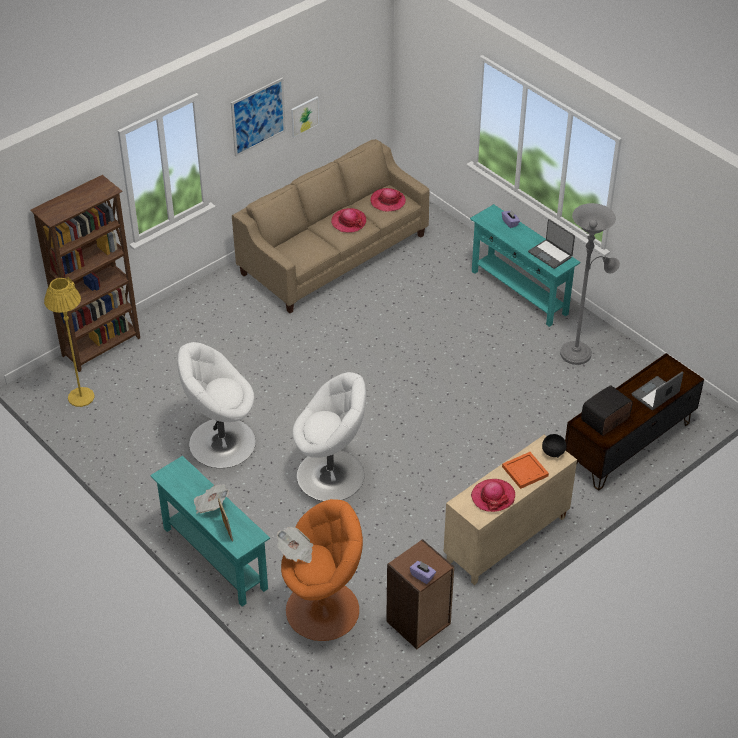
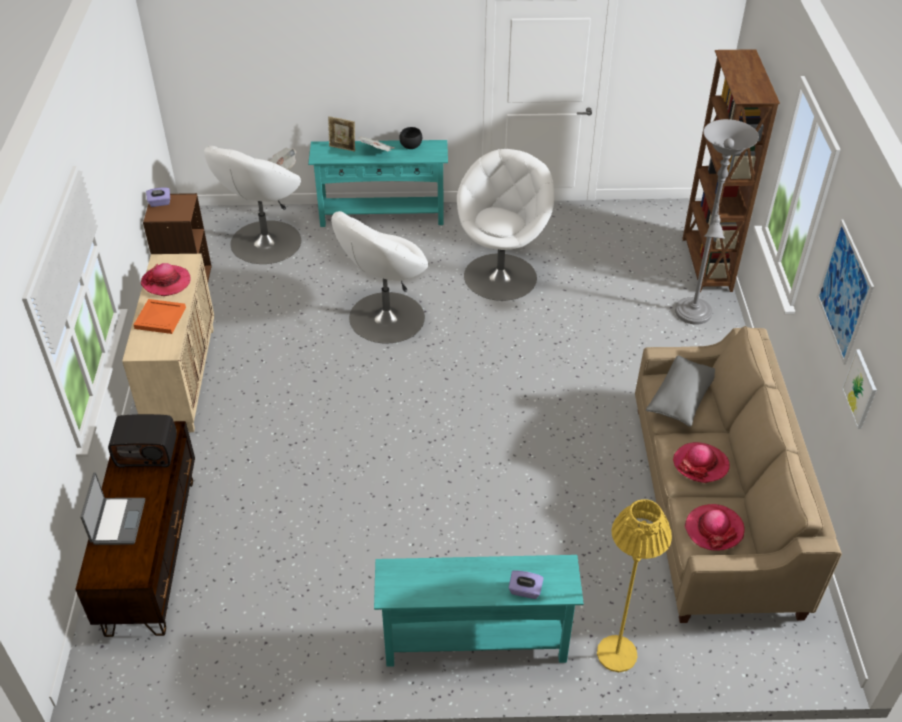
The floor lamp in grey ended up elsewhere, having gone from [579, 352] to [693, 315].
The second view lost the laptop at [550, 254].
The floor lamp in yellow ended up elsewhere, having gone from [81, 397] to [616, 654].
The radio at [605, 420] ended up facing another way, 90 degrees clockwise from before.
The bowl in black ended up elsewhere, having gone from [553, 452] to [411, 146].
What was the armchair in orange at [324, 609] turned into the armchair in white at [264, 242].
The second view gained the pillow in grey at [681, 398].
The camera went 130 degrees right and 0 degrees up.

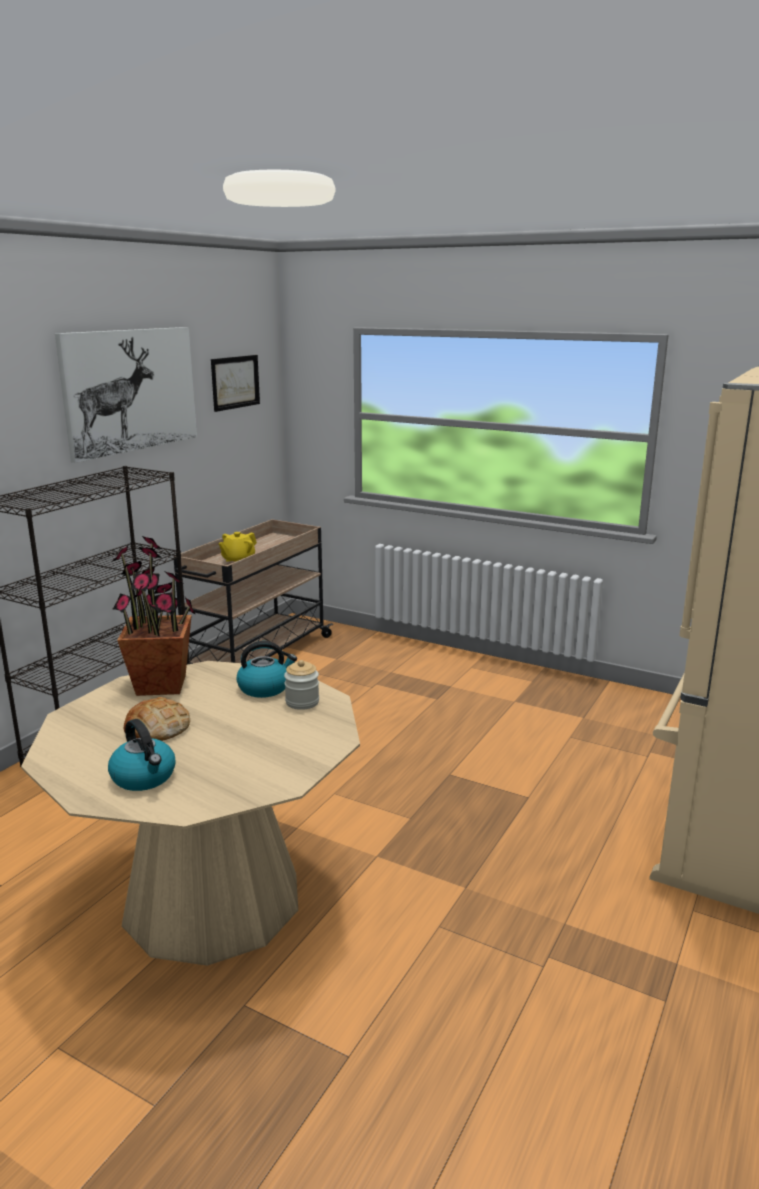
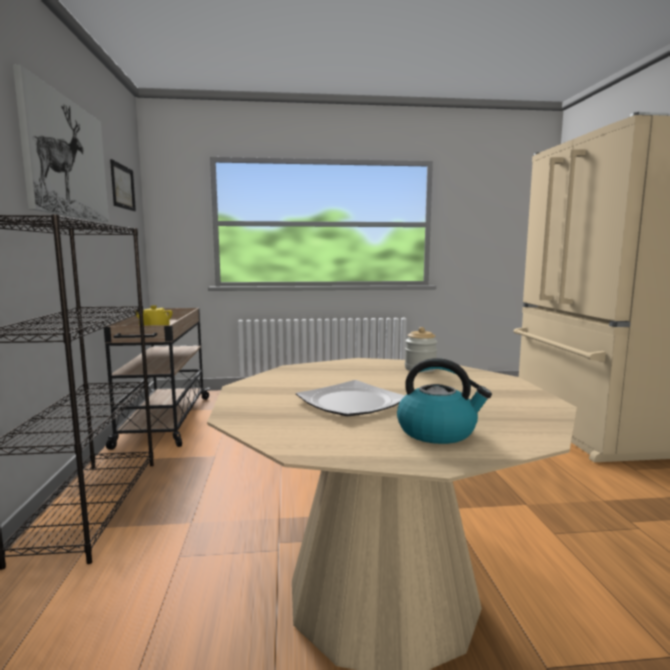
The second view lost the potted plant at [161, 685].
The second view lost the kettle at [265, 688].
Where the bread stood at [157, 727], the plate came to stand at [351, 403].
The camera went 35 degrees left and 10 degrees down.

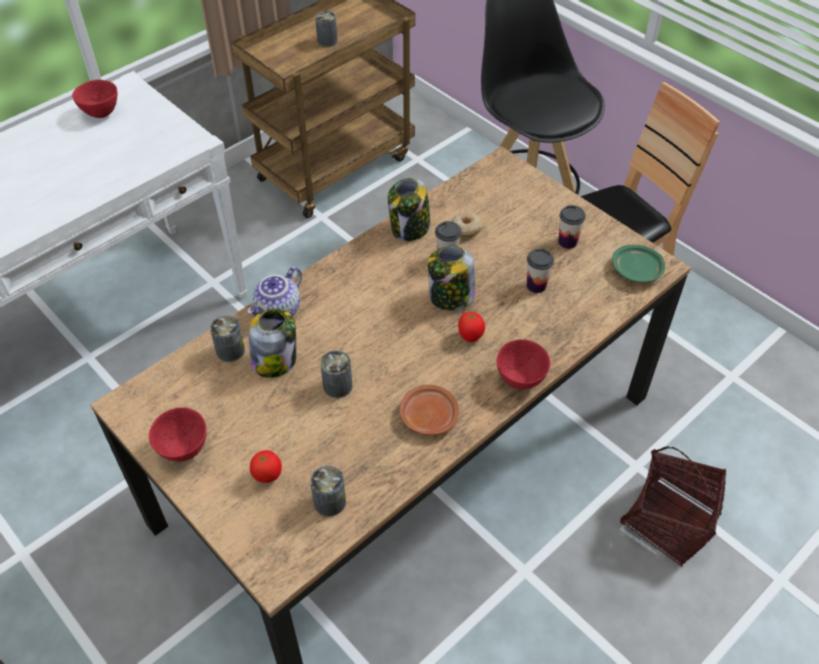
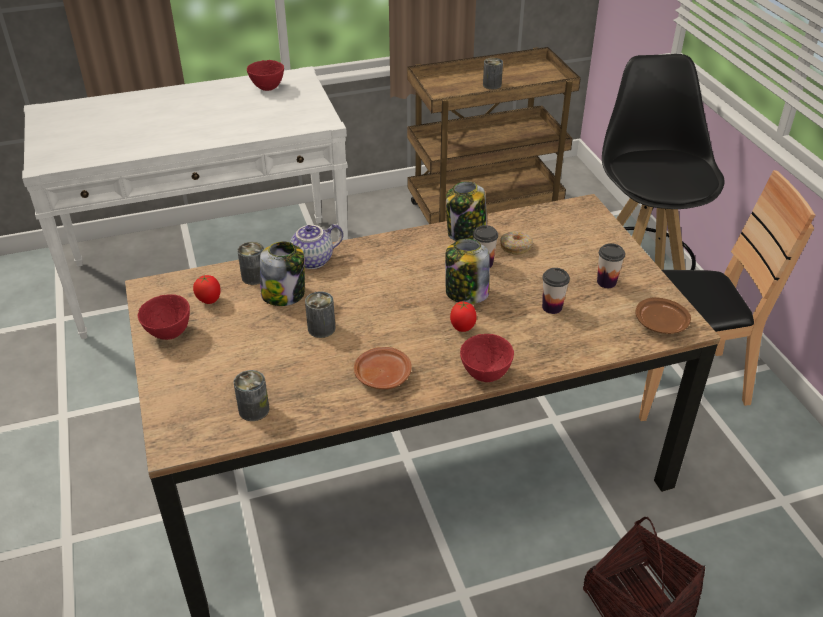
What was the plate in green at [637, 270] turned into the plate in brown at [661, 324].
The tomato ended up elsewhere, having gone from [268, 476] to [209, 301].
The camera went 25 degrees right and 10 degrees down.

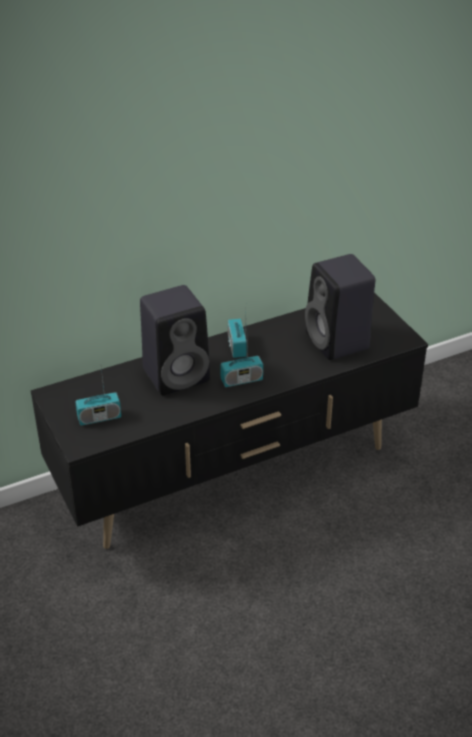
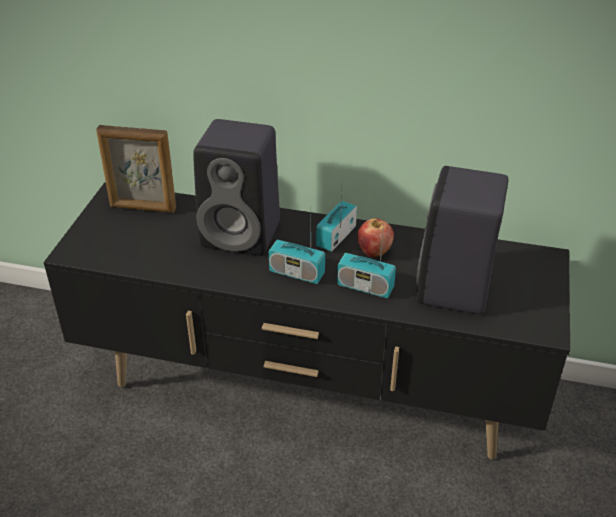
The radio ended up elsewhere, having gone from [99, 417] to [365, 287].
The second view gained the picture frame at [143, 208].
The second view gained the apple at [374, 252].
The camera went 40 degrees right and 0 degrees up.

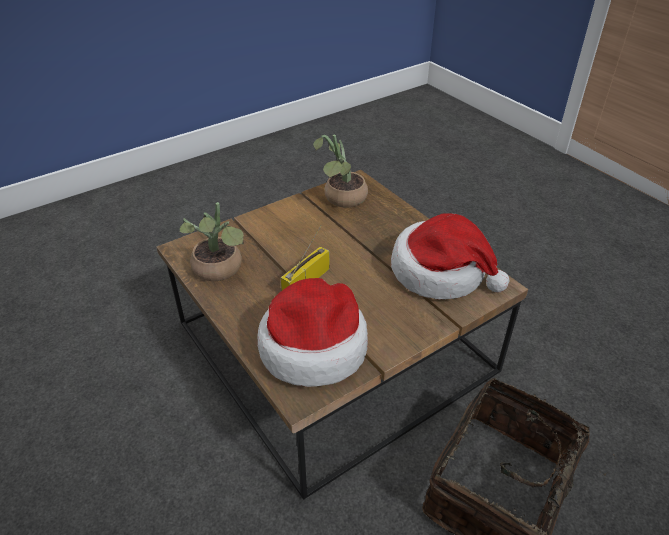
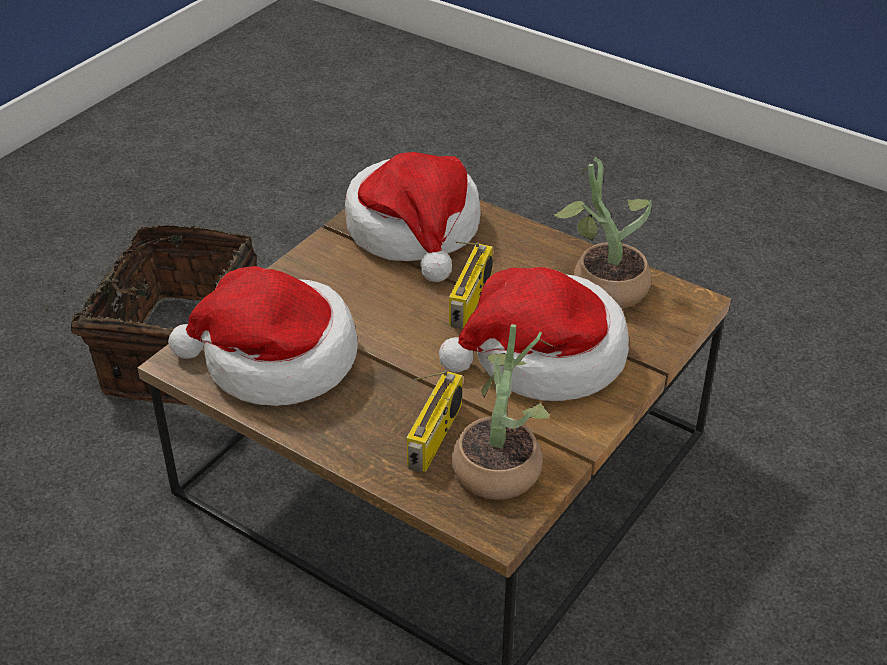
The second view gained the hat at [543, 357].
The second view gained the radio at [435, 437].
The camera went 160 degrees right and 0 degrees up.

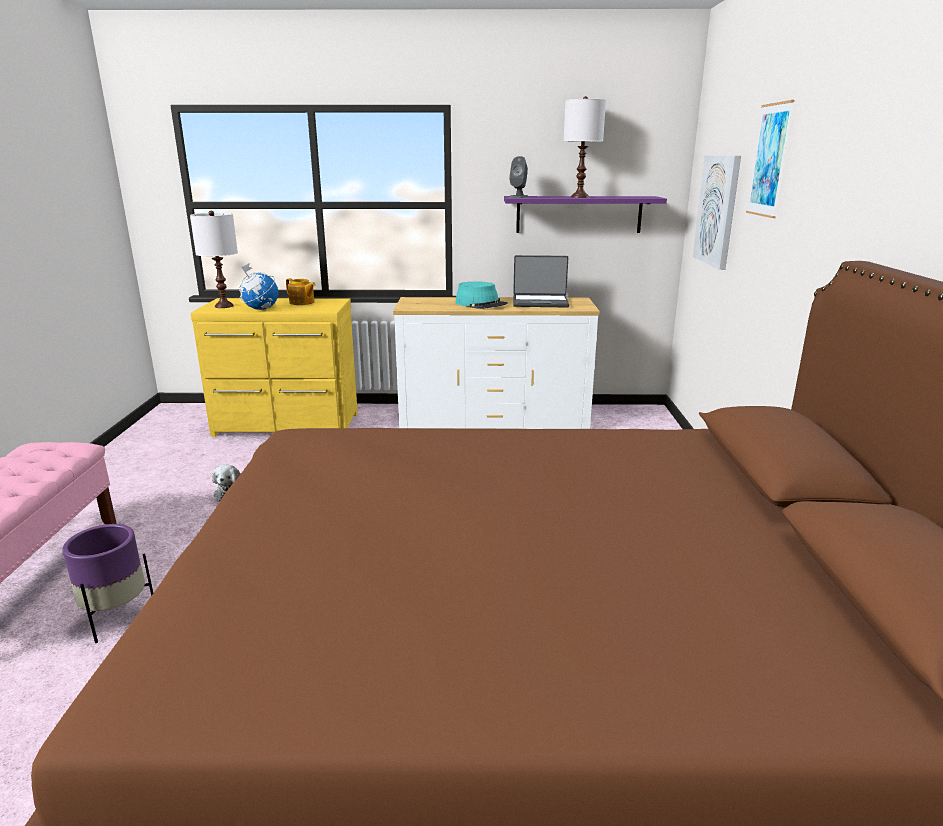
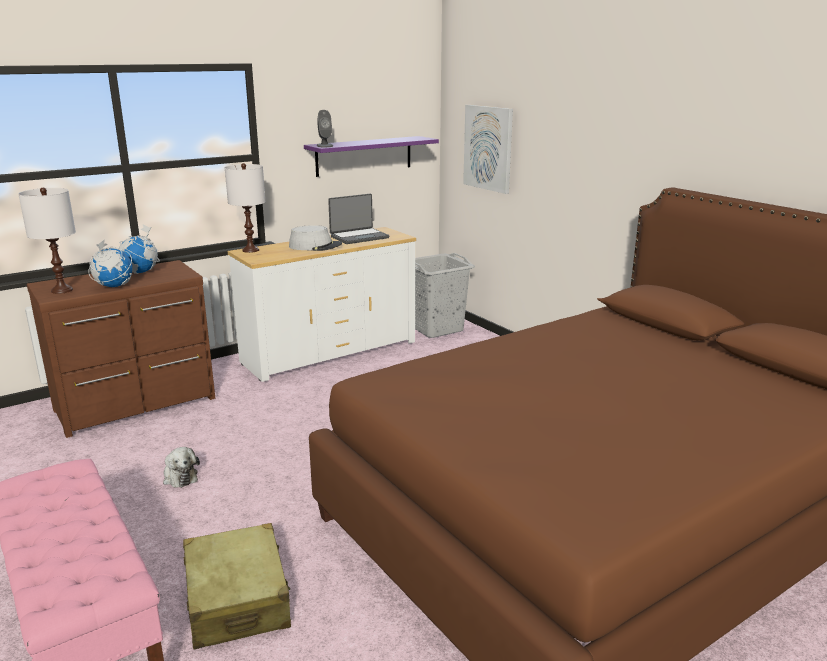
The table lamp in white ended up elsewhere, having gone from [579, 197] to [250, 250].
The second view lost the picture at [769, 160].
Where the teapot stood at [302, 302], the globe came to stand at [141, 272].
What was the hat in turquoise at [481, 304] turned into the hat in grey at [315, 246].
What was the dresser in yellow at [287, 425] turned into the dresser in brown at [137, 405].
Where the planter in purple stood at [117, 618], the suitcase in beige came to stand at [237, 600].
The second view gained the laundry basket in grey at [437, 329].
The camera went 35 degrees left and 0 degrees up.

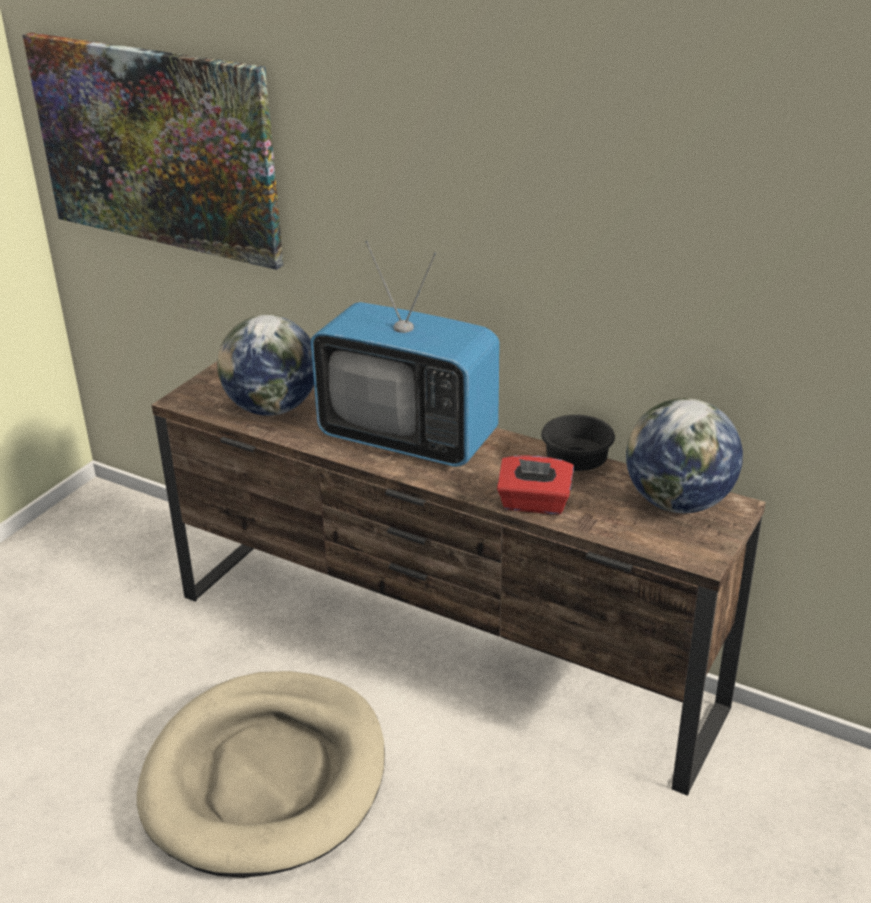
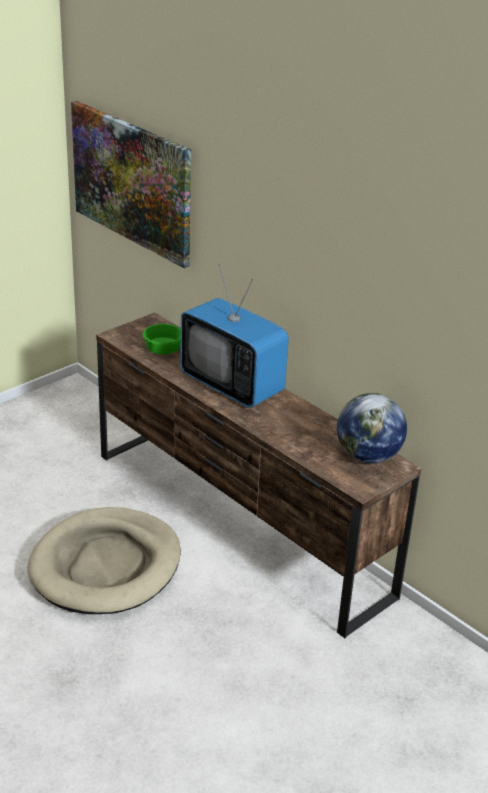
Where the globe stood at [272, 409], the bowl in green came to stand at [163, 351].
The second view lost the bowl in black at [576, 464].
The second view lost the tissue box in red at [534, 503].
The camera went 15 degrees right and 0 degrees up.

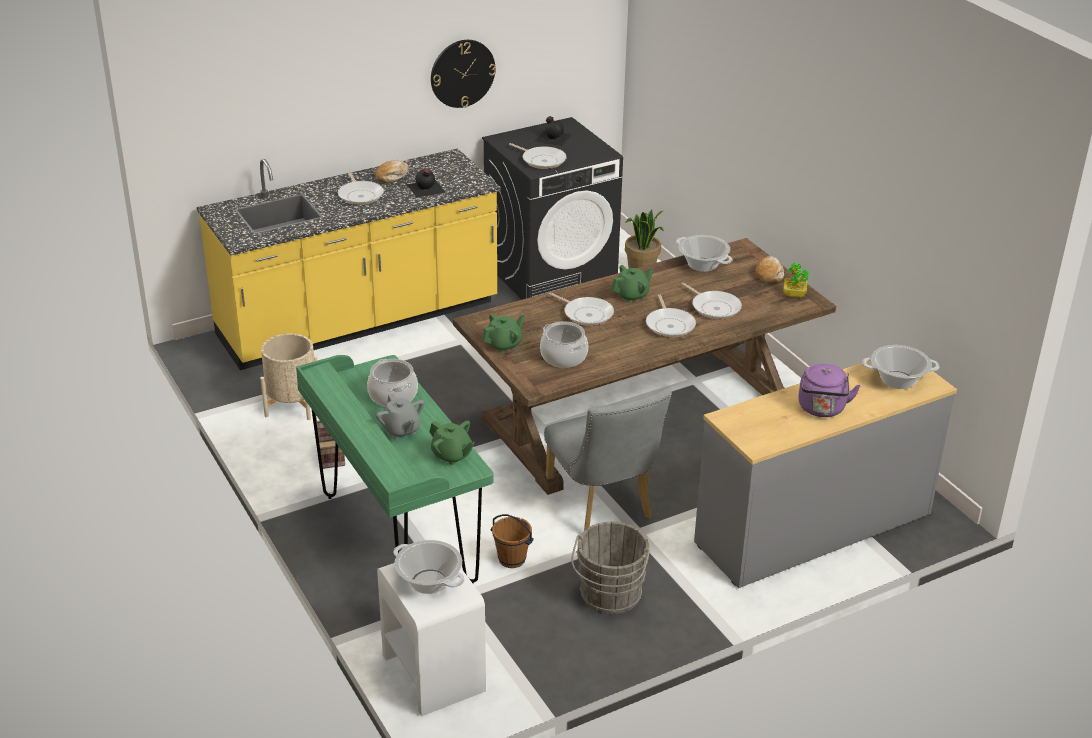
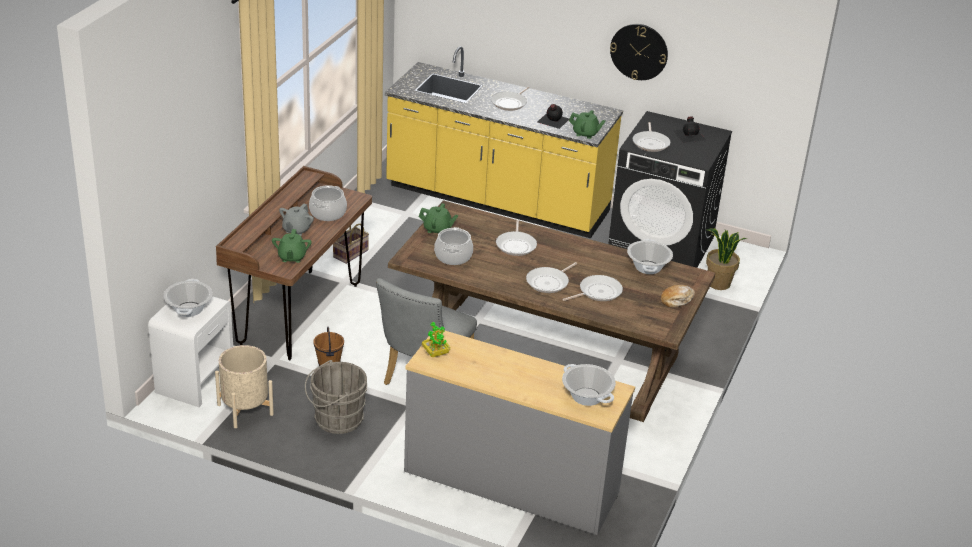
The second view lost the bread at [392, 176].
The potted plant ended up elsewhere, having gone from [794, 294] to [435, 353].
The teapot in green ended up elsewhere, having gone from [632, 295] to [585, 134].
The frying pan at [714, 307] ended up facing another way, 135 degrees counterclockwise from before.
The planter in beige ended up elsewhere, having gone from [292, 405] to [245, 409].
What was the desk in green at [397, 539] turned into the desk in brown at [299, 314].
The second view lost the kettle in purple at [822, 409].
The camera went 50 degrees right and 0 degrees up.

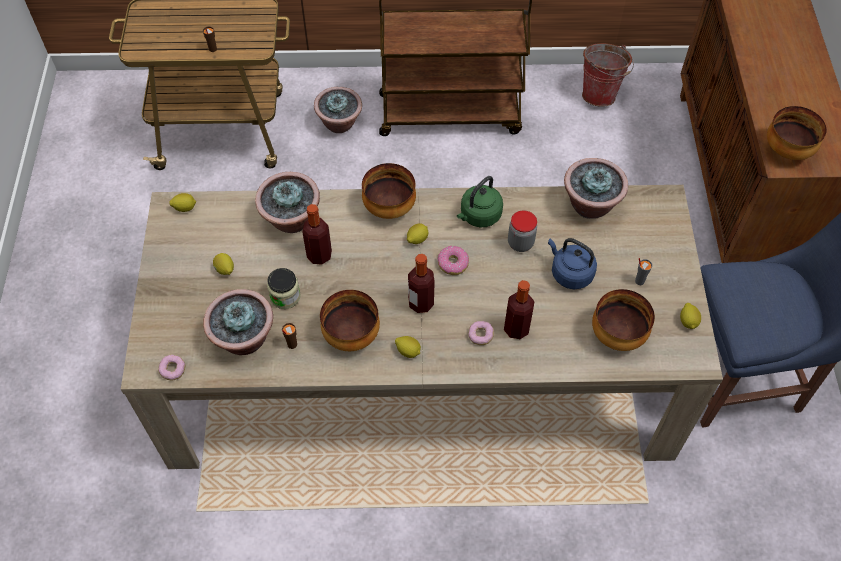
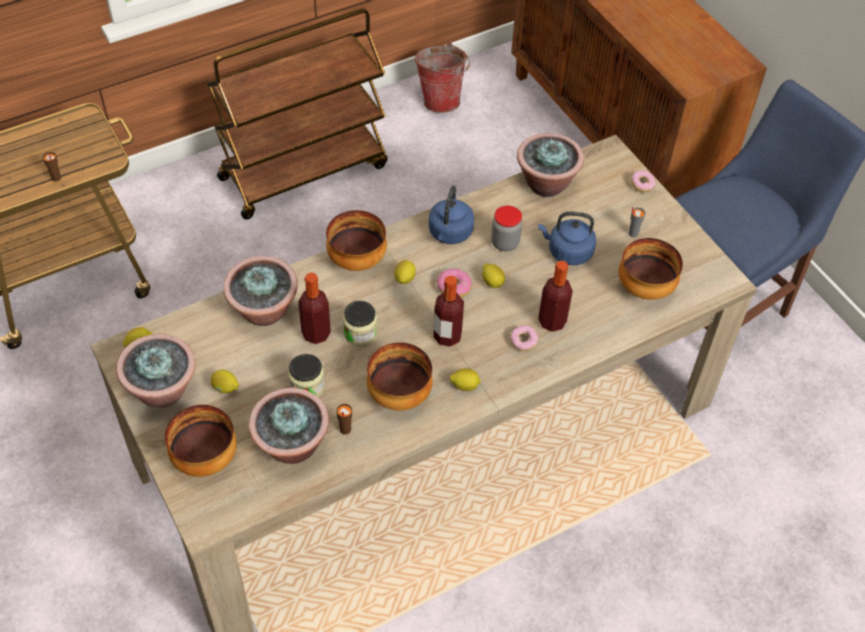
The potted plant ended up elsewhere, having gone from [340, 124] to [163, 390].
The bowl ended up elsewhere, having gone from [788, 151] to [206, 459].
What was the kettle in green at [479, 216] turned into the kettle in blue at [450, 234].
The lemon ended up elsewhere, having gone from [688, 321] to [492, 282].
The donut ended up elsewhere, having gone from [173, 370] to [642, 185].
The second view gained the jar at [360, 334].
The camera went 30 degrees left and 5 degrees down.

